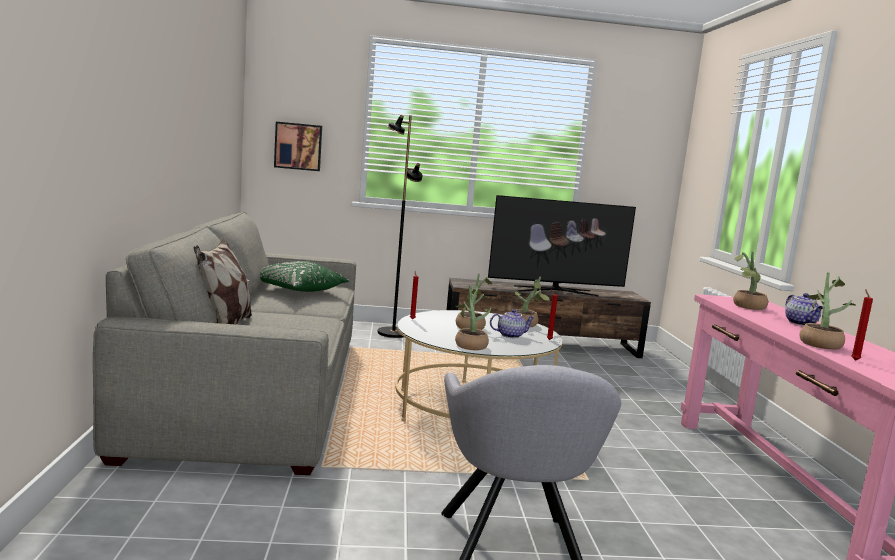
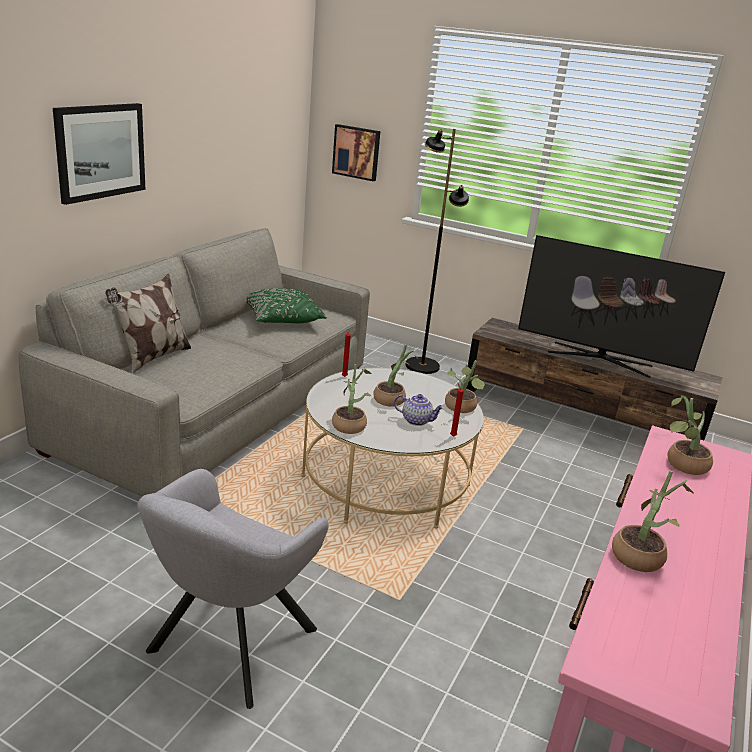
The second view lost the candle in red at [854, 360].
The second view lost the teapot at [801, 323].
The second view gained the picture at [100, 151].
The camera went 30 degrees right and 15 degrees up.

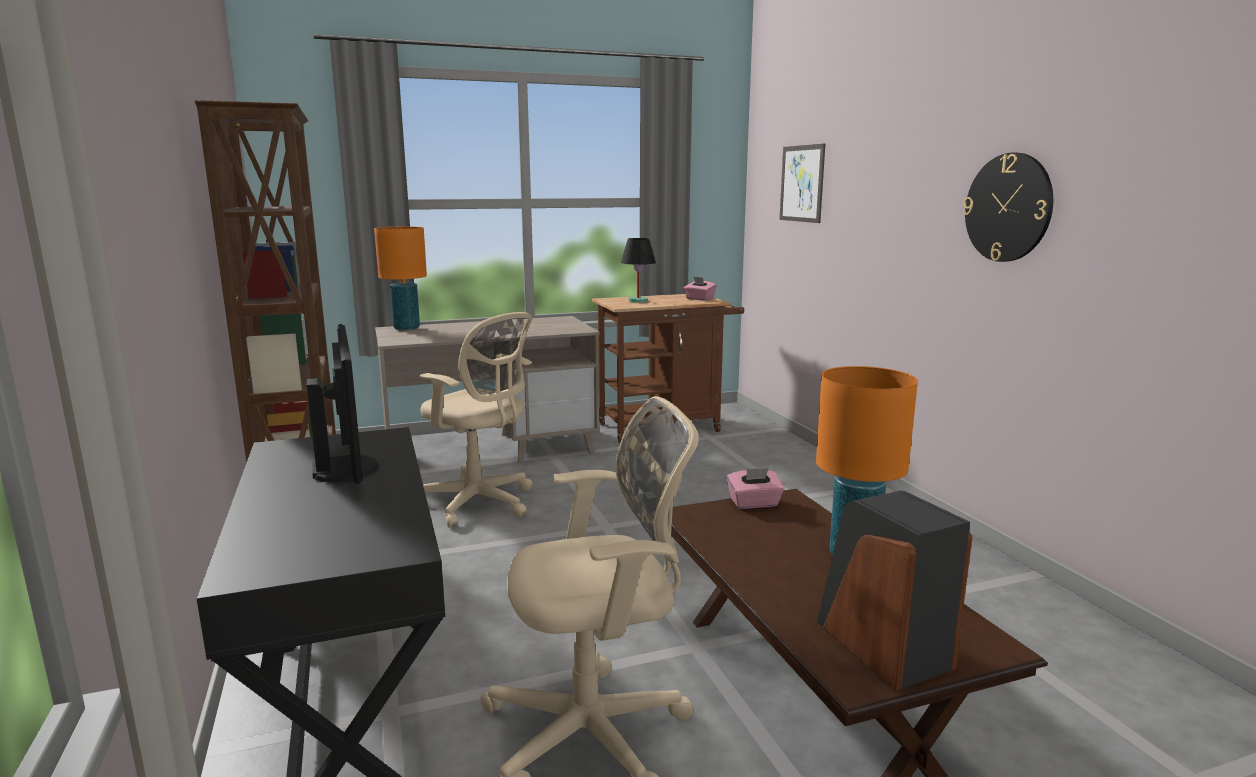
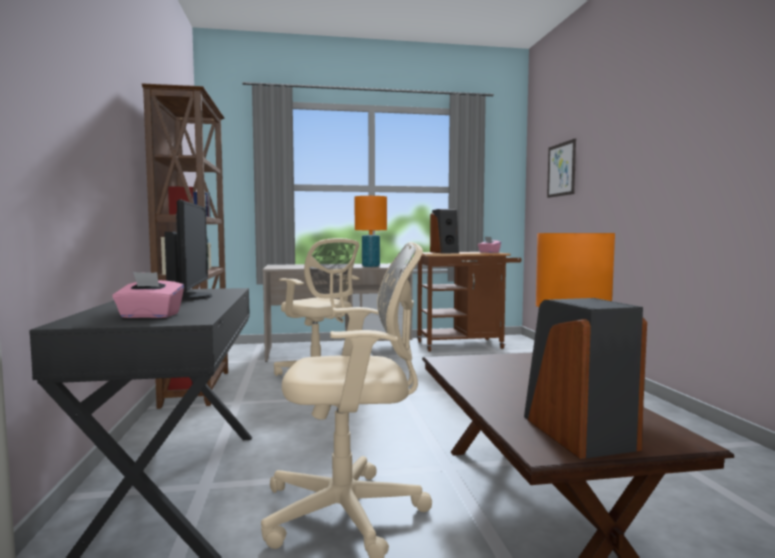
The second view lost the wall clock at [1008, 208].
The table lamp in orange ended up elsewhere, having gone from [406, 328] to [370, 266].
Where the table lamp in black stood at [638, 301], the speaker came to stand at [445, 252].
The tissue box in pink ended up elsewhere, having gone from [754, 503] to [149, 316].
The camera went 10 degrees right and 10 degrees down.

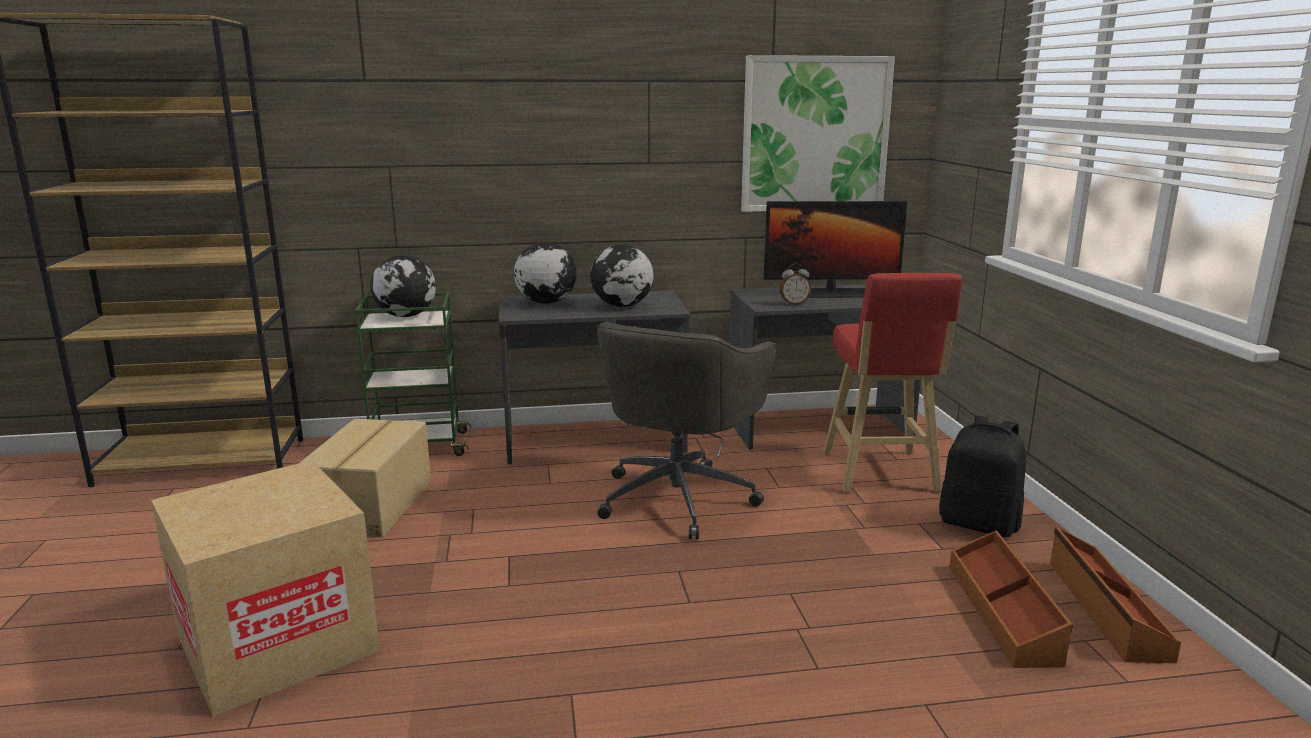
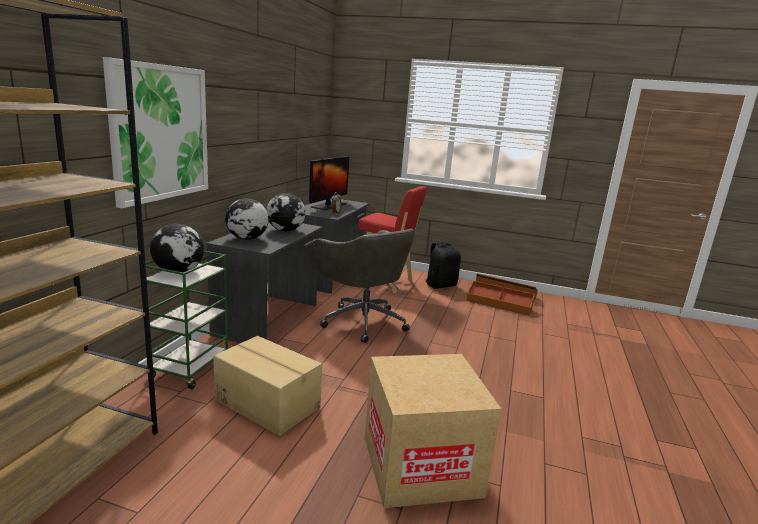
The picture ended up elsewhere, having gone from [815, 134] to [161, 133].
The camera went 65 degrees left and 0 degrees up.

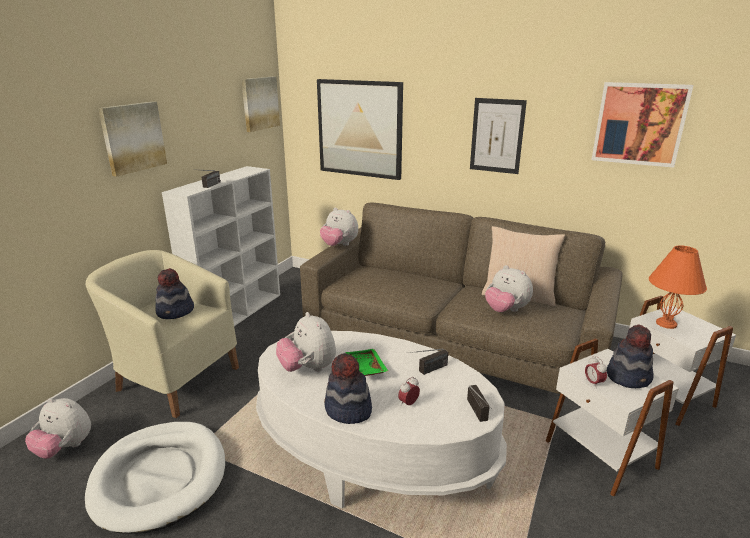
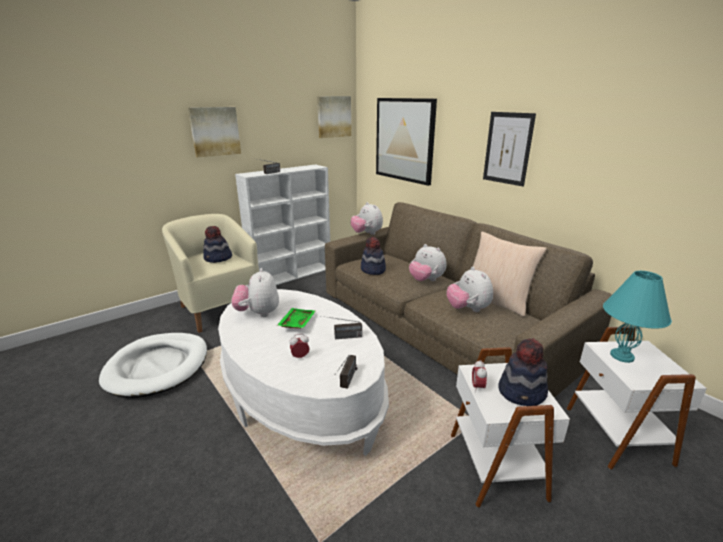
The second view lost the picture at [639, 124].
What was the table lamp in orange at [665, 323] turned into the table lamp in turquoise at [621, 356].
The hat ended up elsewhere, having gone from [348, 410] to [373, 270].
The plush toy ended up elsewhere, having gone from [65, 448] to [426, 280].
The camera went 25 degrees right and 0 degrees up.

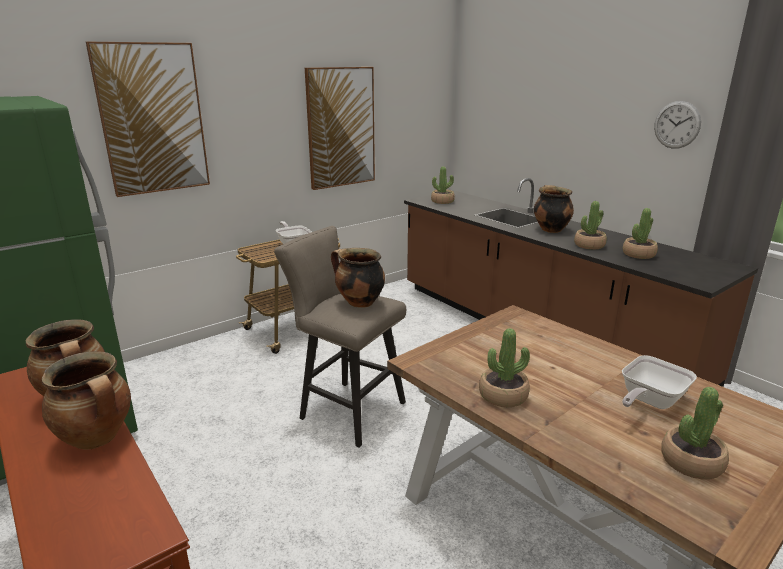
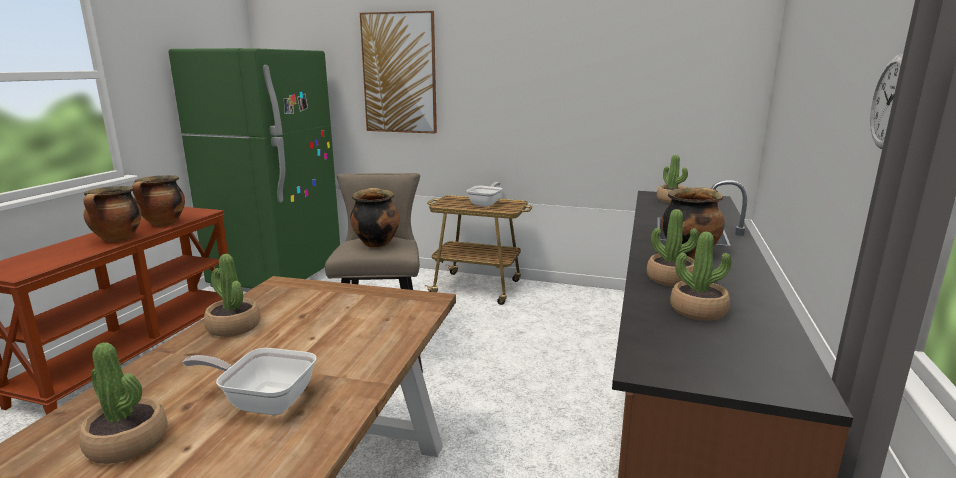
The second view lost the picture at [341, 128].
The camera went 55 degrees right and 5 degrees down.

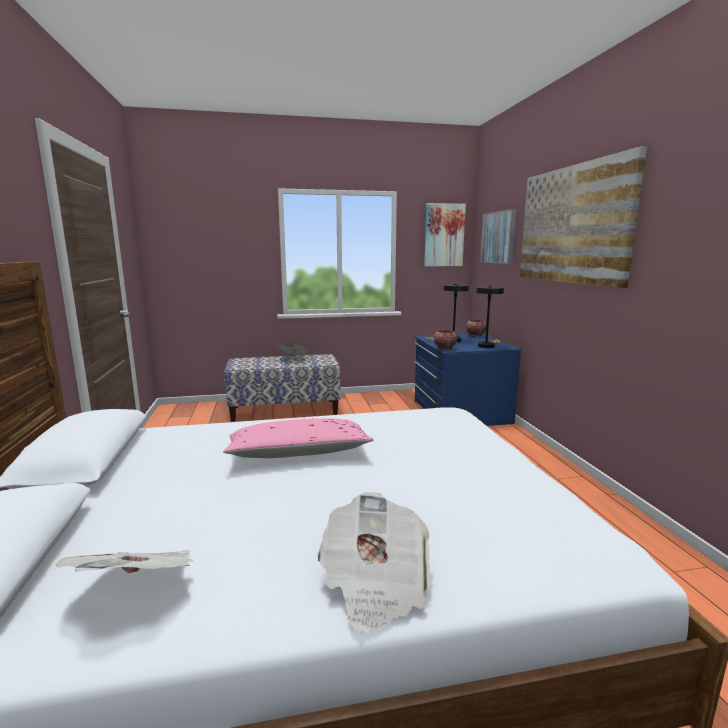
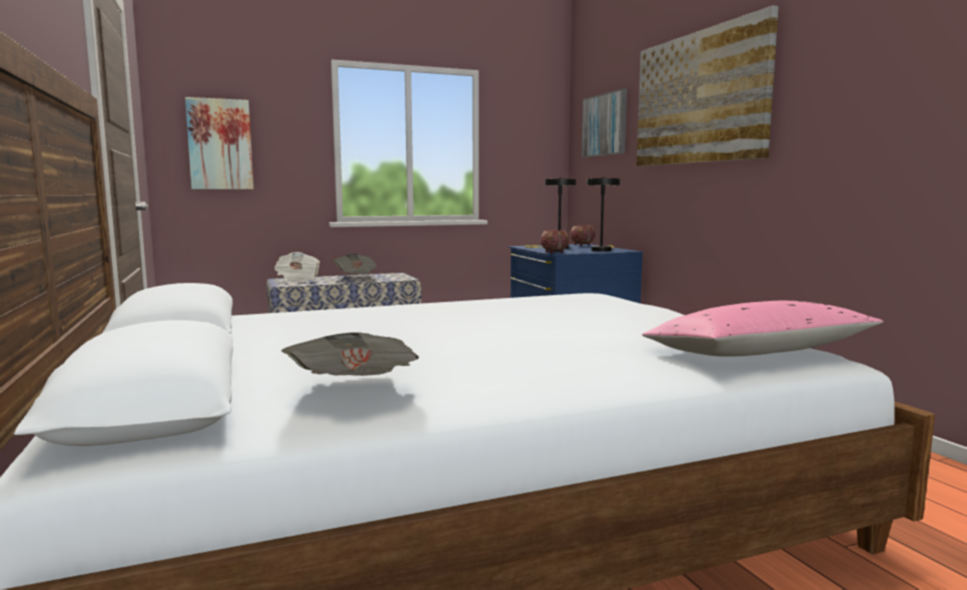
The picture ended up elsewhere, having gone from [444, 235] to [220, 144].
The pillow in pink ended up elsewhere, having gone from [299, 453] to [758, 353].
The newspaper ended up elsewhere, having gone from [374, 584] to [297, 280].
The camera went 10 degrees left and 5 degrees down.

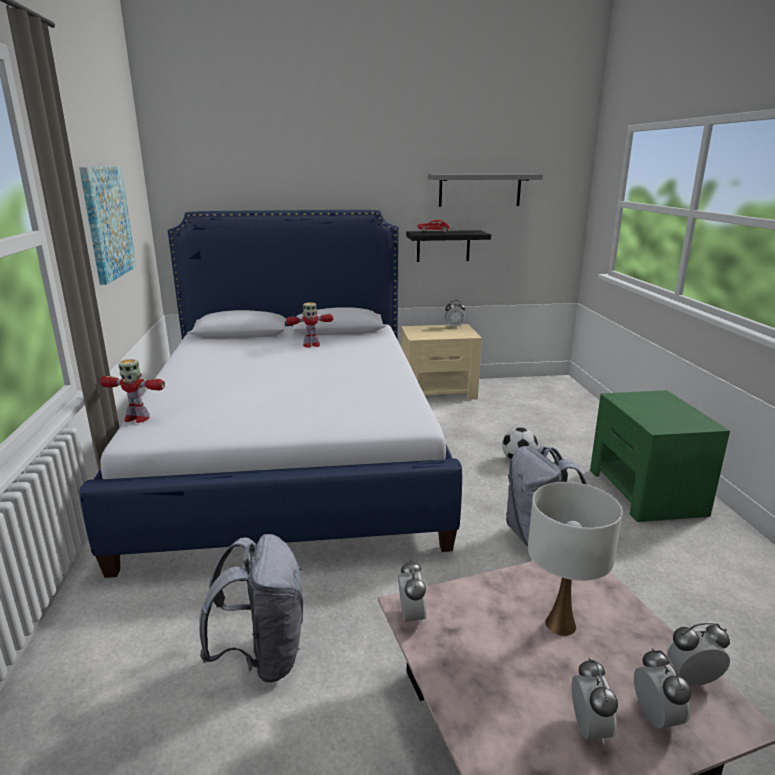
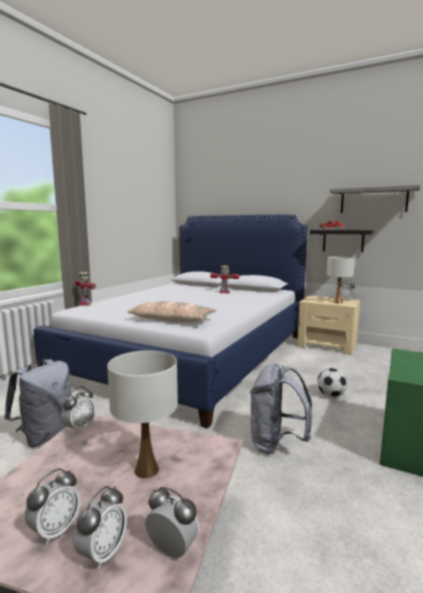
The second view lost the picture at [107, 222].
The second view gained the table lamp in white at [337, 302].
The second view gained the pillow at [171, 320].
The camera went 35 degrees right and 10 degrees down.

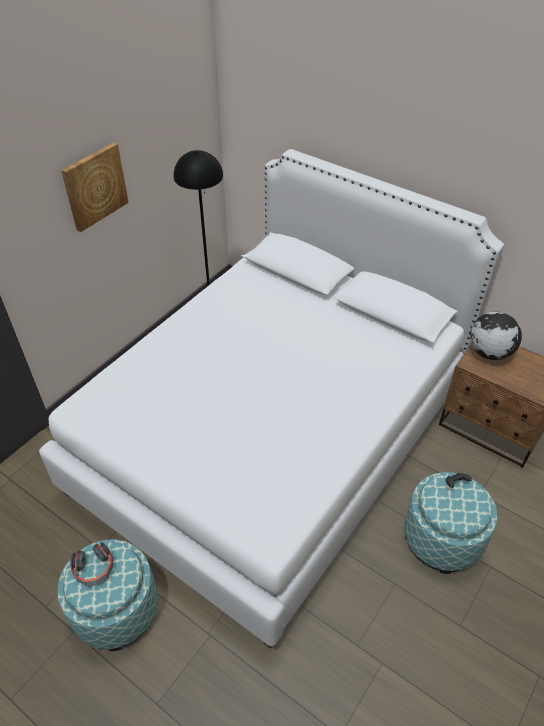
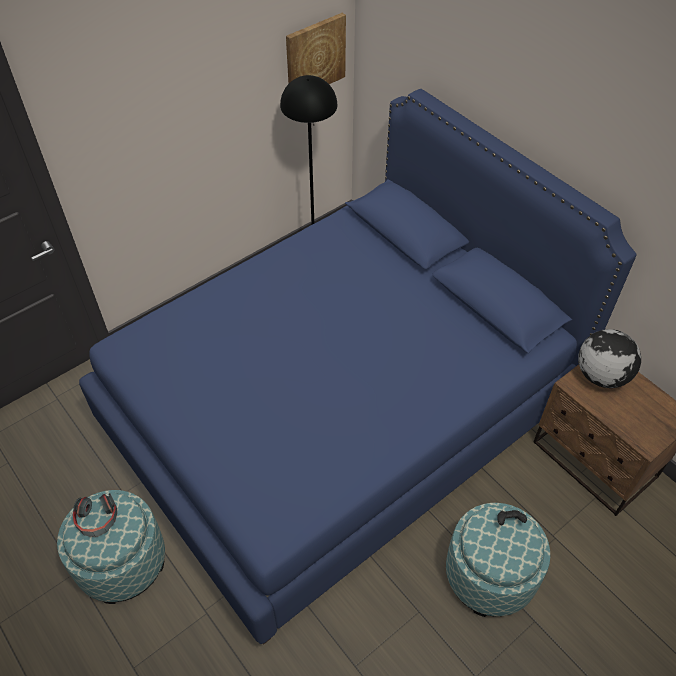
The picture ended up elsewhere, having gone from [94, 186] to [315, 56].
What was the bed in white at [272, 437] turned into the bed in blue at [338, 414].
The camera went 15 degrees right and 5 degrees up.

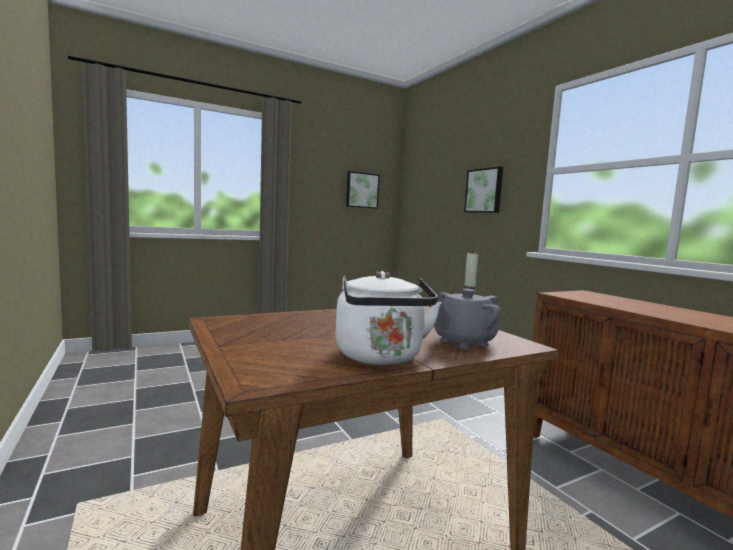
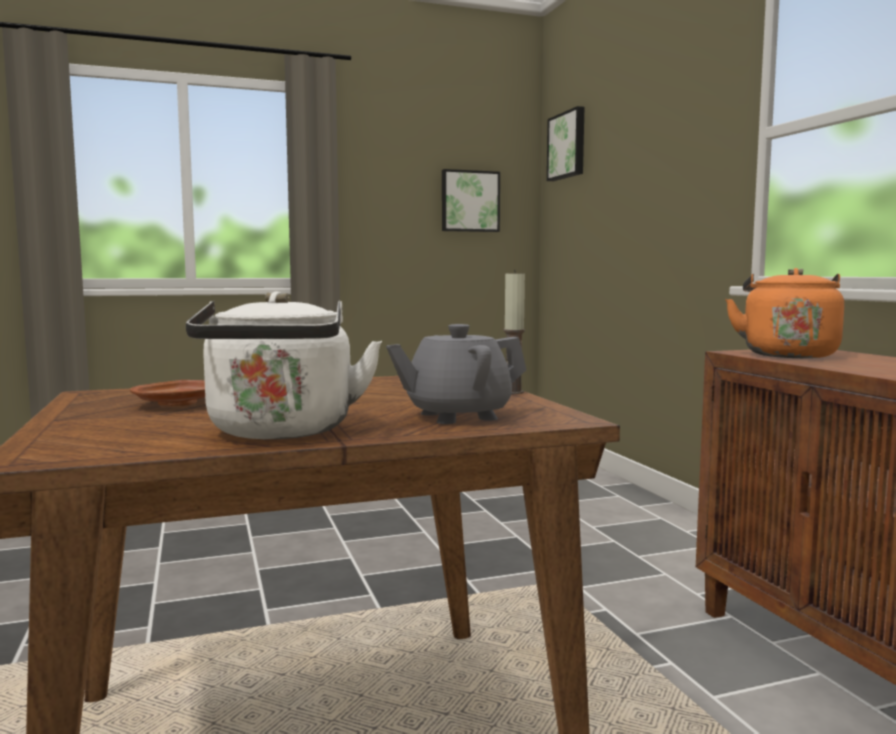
The picture ended up elsewhere, having gone from [484, 191] to [568, 145].
The second view gained the kettle in orange at [787, 355].
The second view gained the plate in brown at [178, 404].
The camera went 10 degrees right and 0 degrees up.

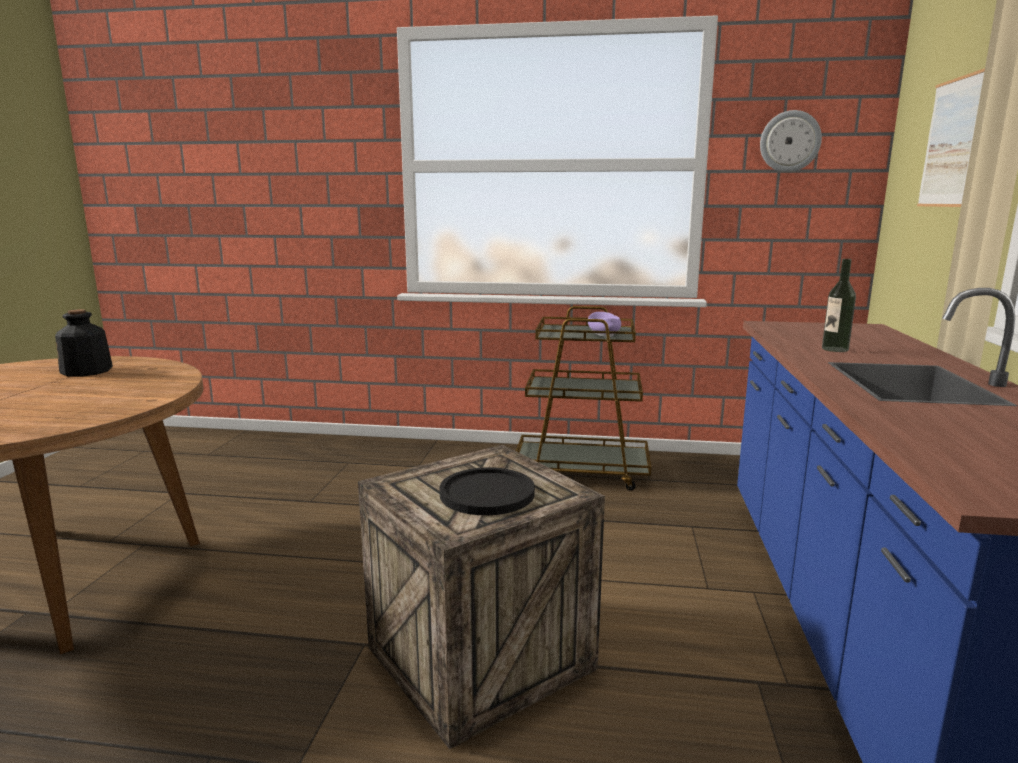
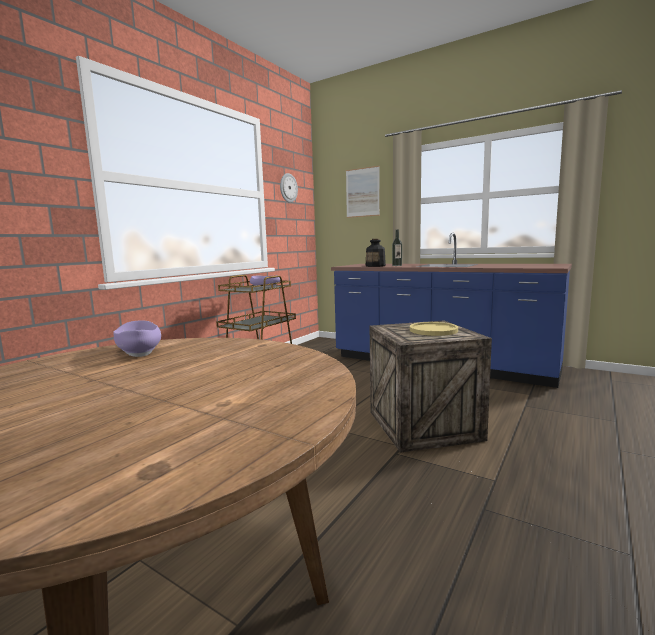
The bottle ended up elsewhere, having gone from [87, 371] to [375, 266].
What was the plate in black at [487, 493] turned into the plate in yellow at [433, 330].
The second view gained the bowl in purple at [139, 351].
The camera went 65 degrees left and 5 degrees down.

